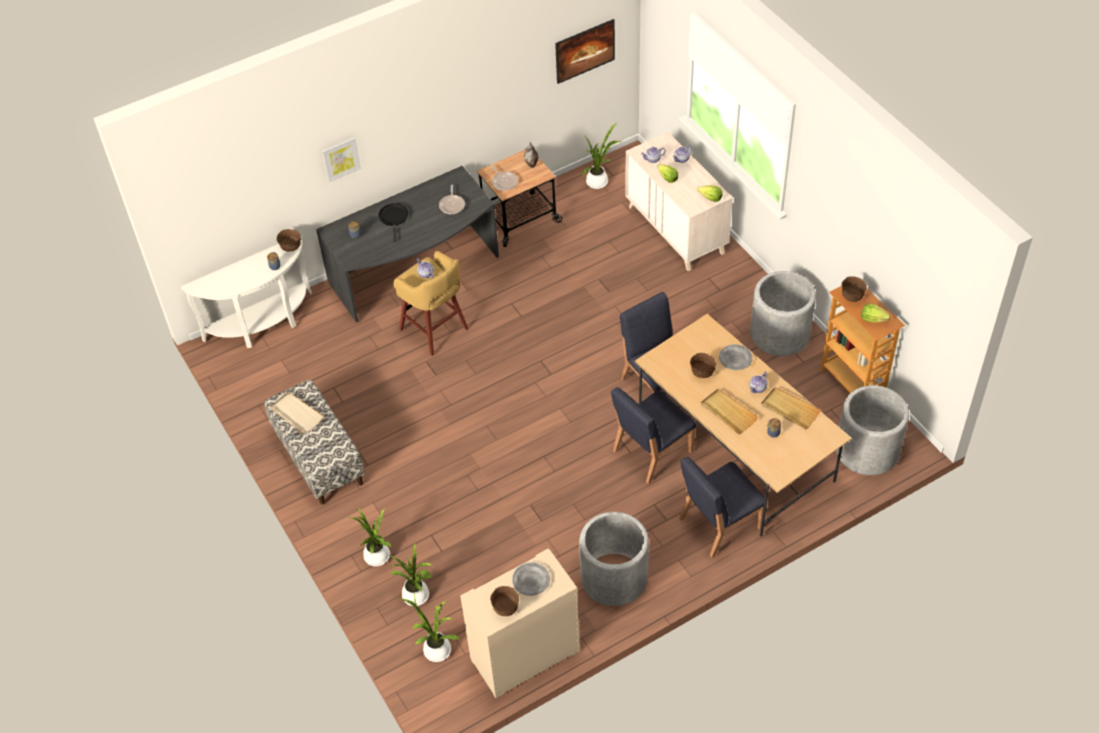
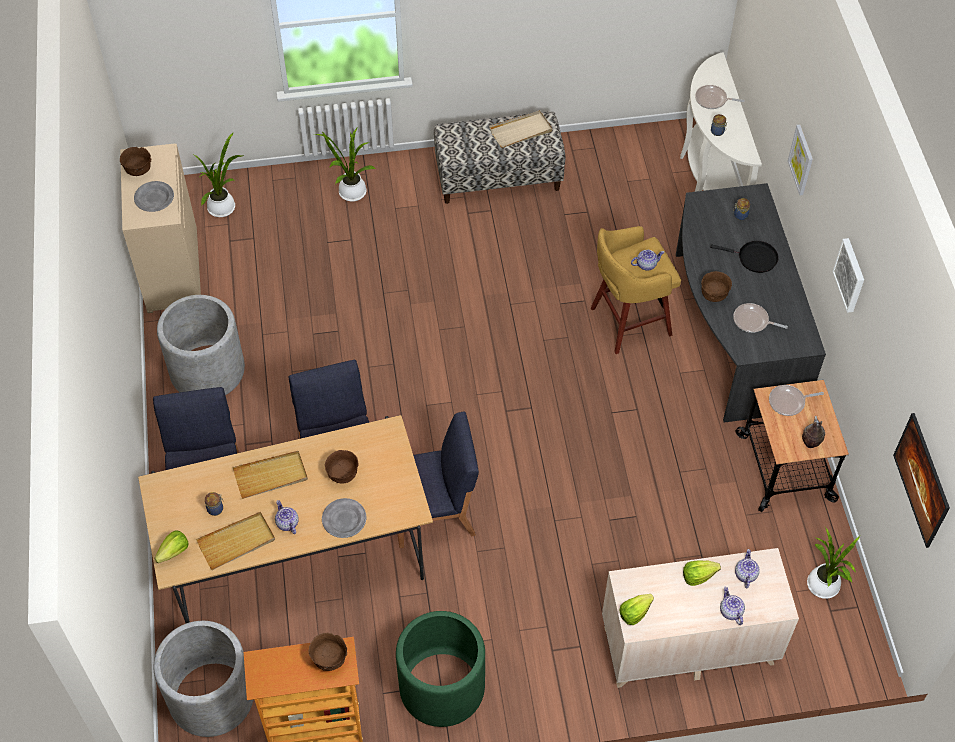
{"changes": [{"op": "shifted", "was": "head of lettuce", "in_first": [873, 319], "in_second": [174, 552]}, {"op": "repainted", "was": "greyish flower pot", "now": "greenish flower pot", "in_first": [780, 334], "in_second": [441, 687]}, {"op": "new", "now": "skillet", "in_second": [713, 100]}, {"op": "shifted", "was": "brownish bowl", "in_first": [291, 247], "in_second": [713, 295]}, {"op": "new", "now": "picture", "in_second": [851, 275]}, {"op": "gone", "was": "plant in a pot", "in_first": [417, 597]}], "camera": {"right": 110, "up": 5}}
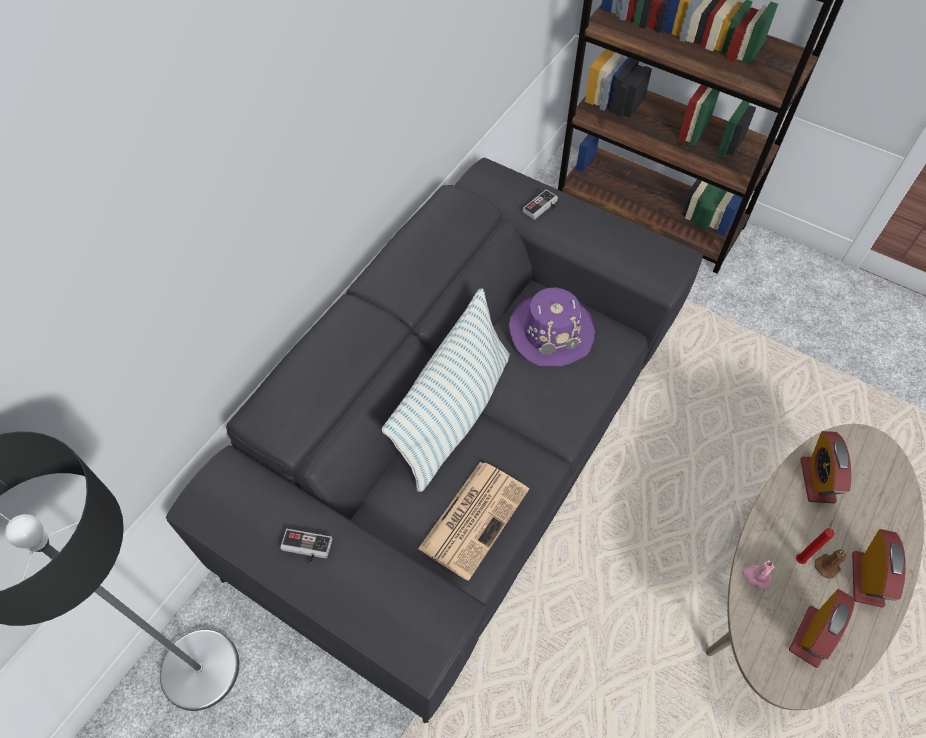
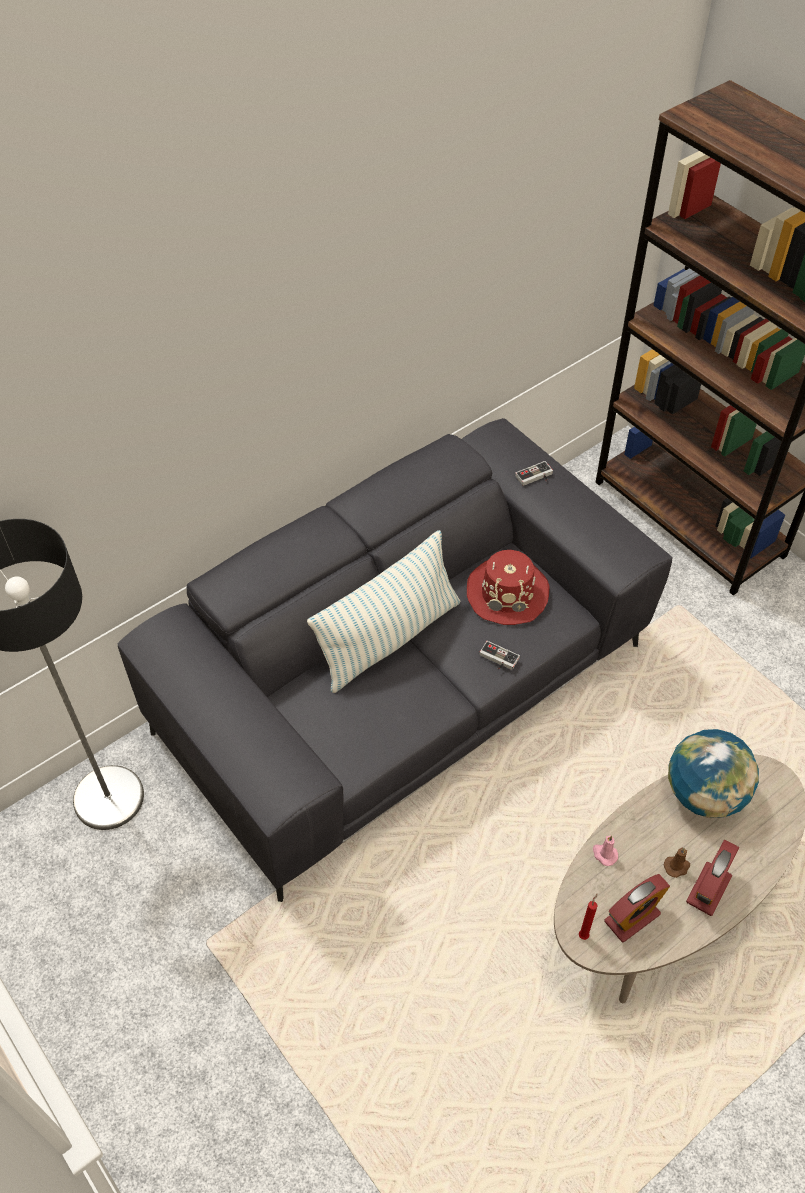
{"changes": [{"op": "repainted", "was": "purplish clothing hat", "now": "reddish clothing hat", "in_first": [551, 331], "in_second": [507, 592]}, {"op": "shifted", "was": "joypad", "in_first": [305, 549], "in_second": [497, 659]}, {"op": "shifted", "was": "reddish wax light", "in_first": [799, 558], "in_second": [584, 934]}, {"op": "swapped", "was": "table clock", "now": "globe", "in_first": [817, 480], "in_second": [704, 794]}, {"op": "gone", "was": "newspaper", "in_first": [474, 517]}], "camera": {"right": 20, "up": -5}}
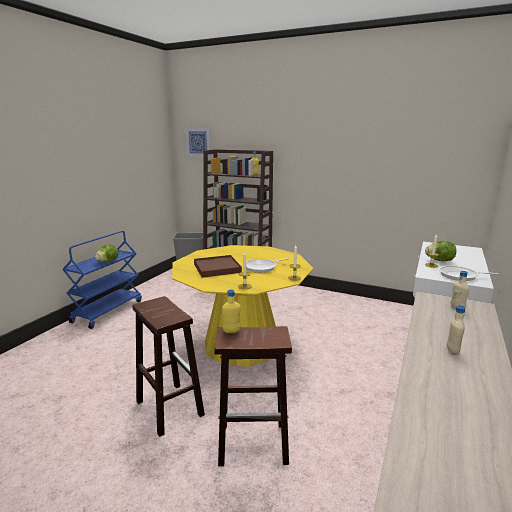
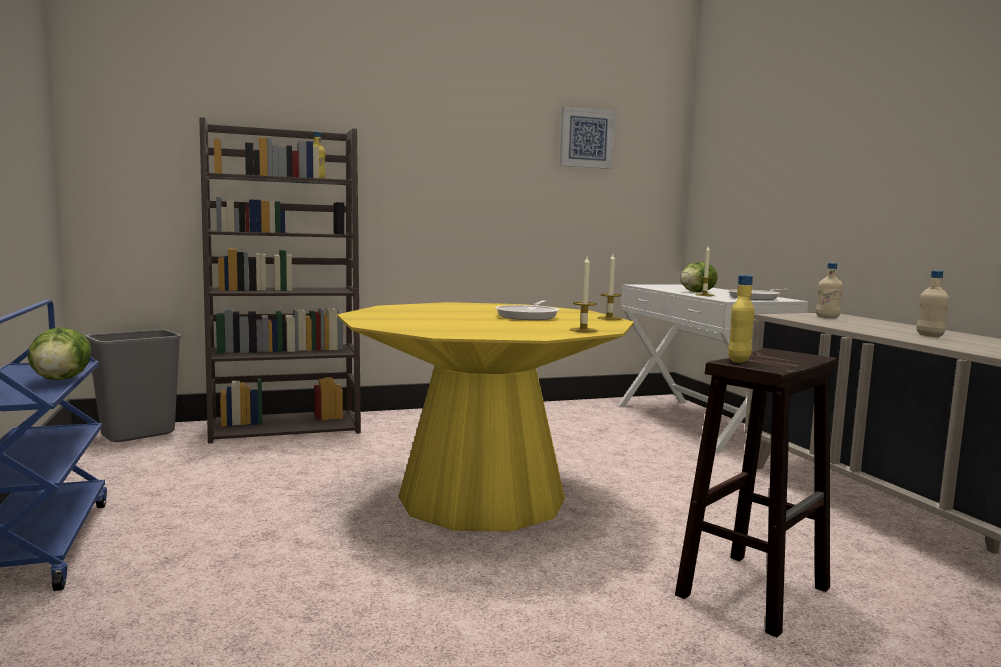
{"changes": [{"op": "shifted", "was": "picture", "in_first": [198, 142], "in_second": [586, 138]}, {"op": "gone", "was": "brownish stool", "in_first": [169, 407]}, {"op": "gone", "was": "brownish carrying tray", "in_first": [217, 268]}], "camera": {"right": -45, "up": -10}}
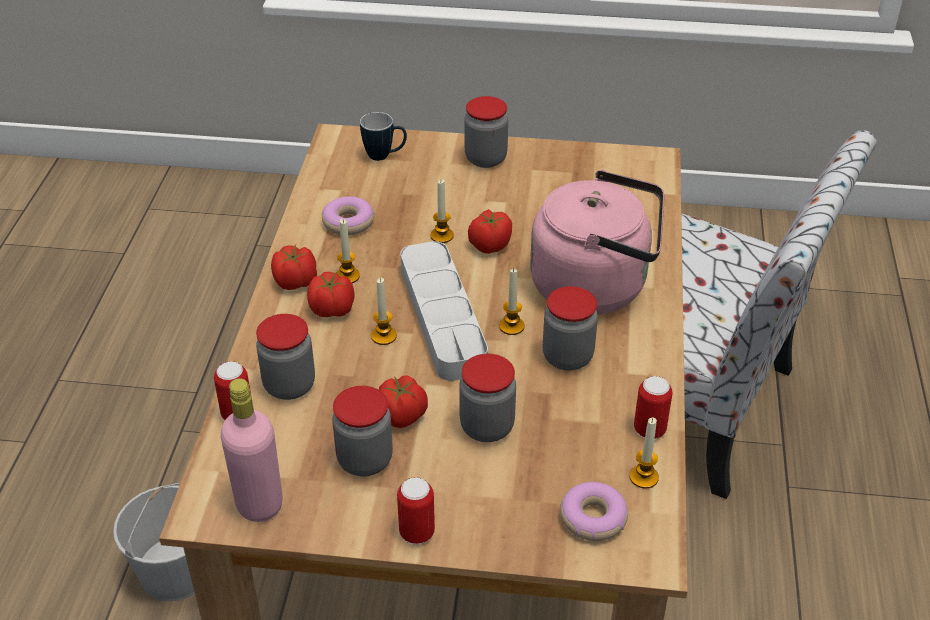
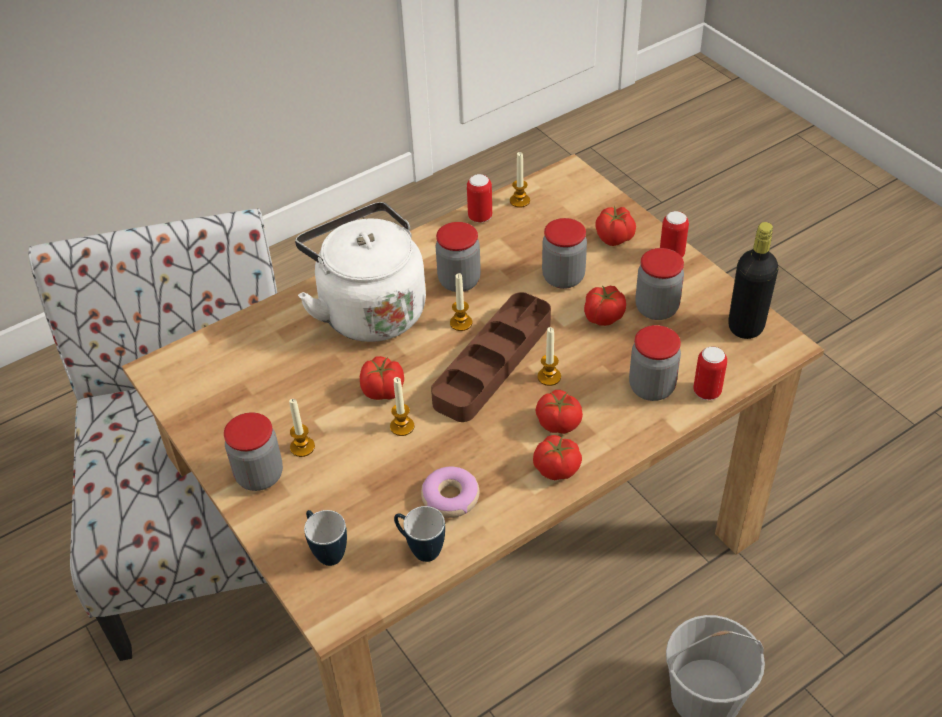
{"changes": [{"op": "shifted", "was": "wax light", "in_first": [347, 276], "in_second": [302, 447]}, {"op": "repainted", "was": "pink-coloured water kettle", "now": "white-coloured water kettle", "in_first": [596, 286], "in_second": [369, 309]}, {"op": "new", "now": "coffee mug", "in_second": [420, 549]}, {"op": "repainted", "was": "greyish carrying tray", "now": "brownish carrying tray", "in_first": [442, 316], "in_second": [493, 362]}, {"op": "new", "now": "fresh tomato", "in_second": [615, 238]}, {"op": "repainted", "was": "pink-coloured bottle", "now": "black-coloured bottle", "in_first": [259, 504], "in_second": [745, 326]}, {"op": "gone", "was": "ring doughnut", "in_first": [593, 518]}], "camera": {"right": -130, "up": 5}}
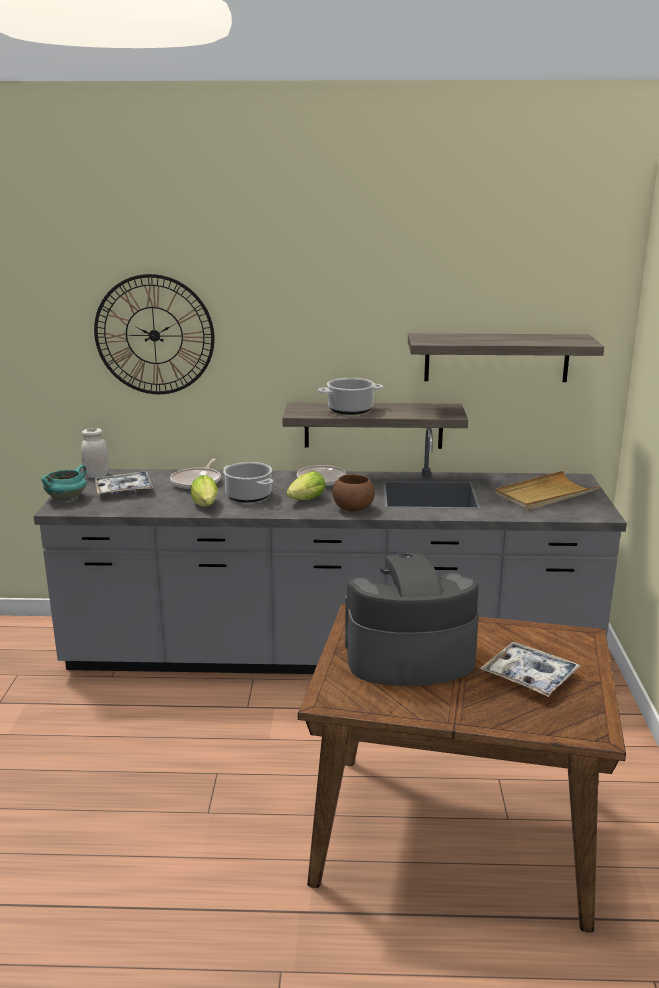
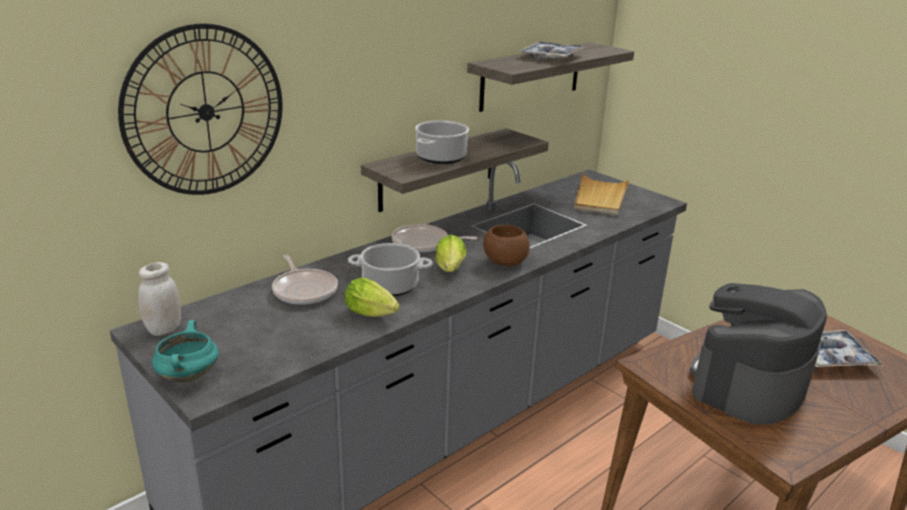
{"changes": [{"op": "shifted", "was": "carrying tray", "in_first": [124, 489], "in_second": [551, 57]}], "camera": {"right": -45, "up": 5}}
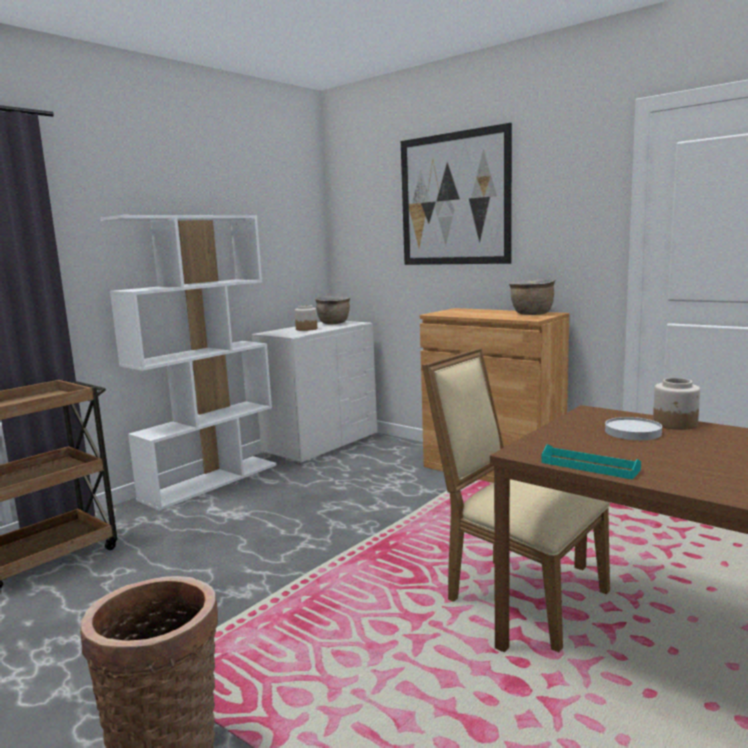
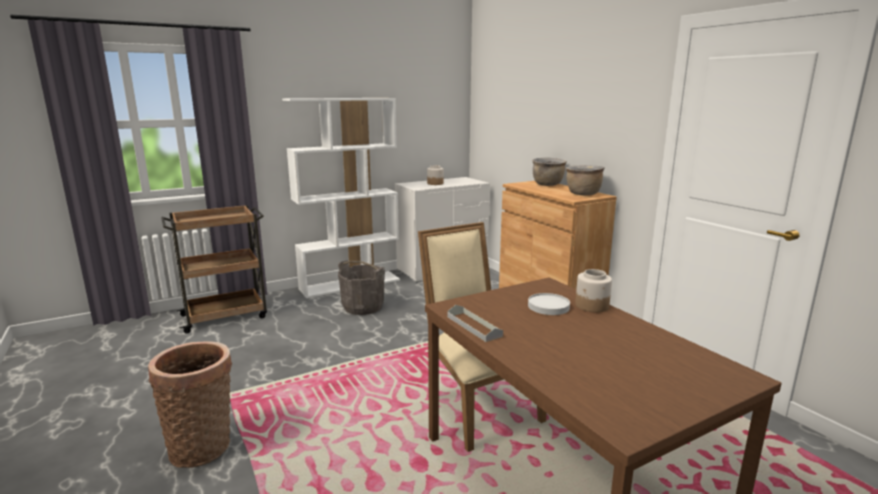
{"changes": [{"op": "new", "now": "greyish water bucket", "in_second": [363, 307]}, {"op": "repainted", "was": "turquoise carrying tray", "now": "greyish carrying tray", "in_first": [589, 466], "in_second": [474, 326]}, {"op": "shifted", "was": "brownish stockpot", "in_first": [334, 323], "in_second": [548, 185]}, {"op": "gone", "was": "picture", "in_first": [454, 199]}], "camera": {"right": 20, "up": 5}}
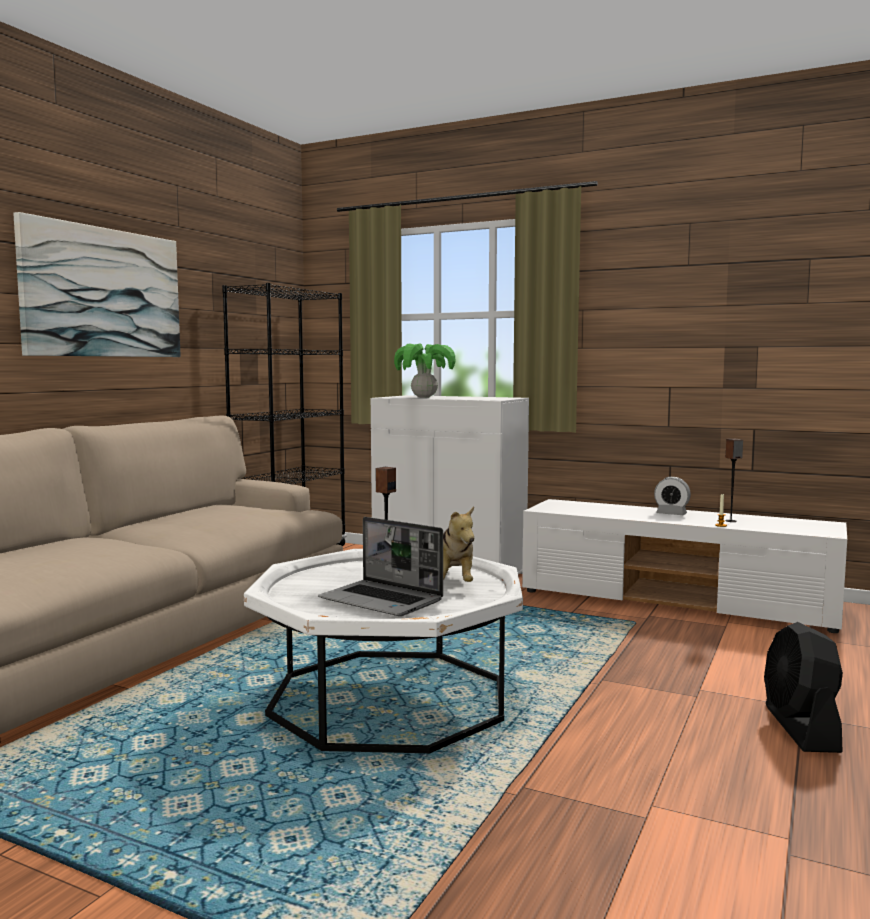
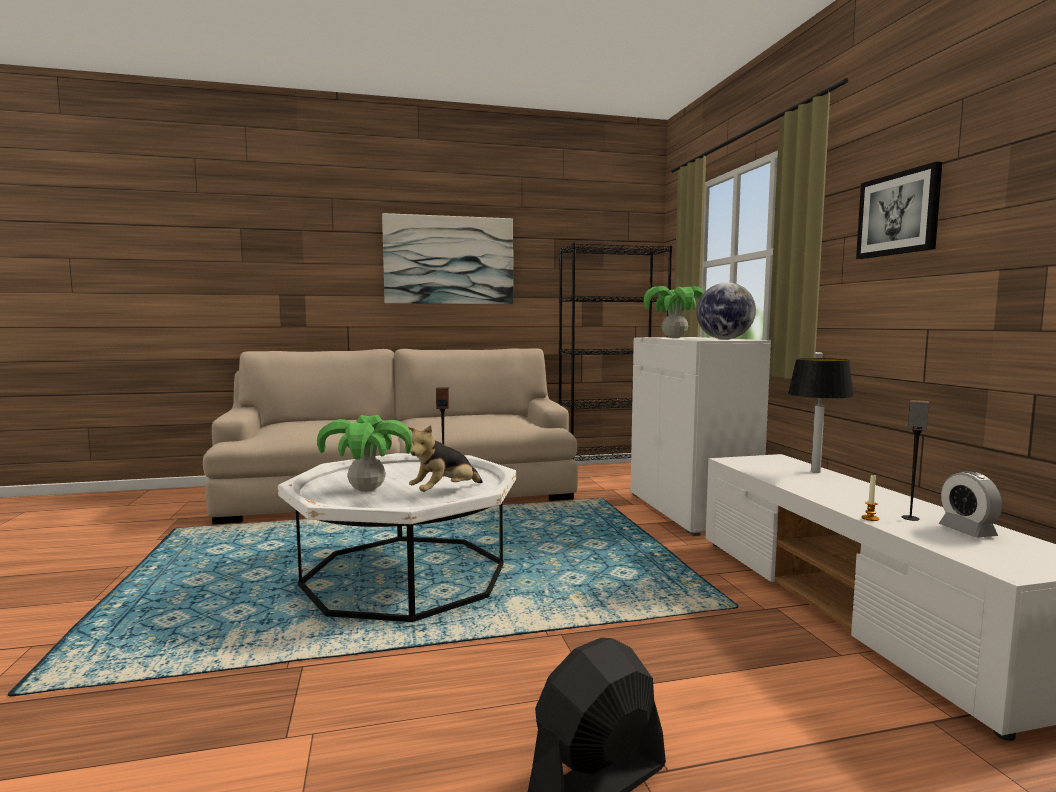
{"changes": [{"op": "swapped", "was": "portable computer", "now": "plant in a pot", "in_first": [383, 600], "in_second": [367, 490]}, {"op": "new", "now": "globe", "in_second": [724, 339]}, {"op": "new", "now": "lamp for a table", "in_second": [815, 471]}, {"op": "new", "now": "picture", "in_second": [898, 214]}, {"op": "shifted", "was": "table clock", "in_first": [671, 514], "in_second": [967, 531]}], "camera": {"right": 50, "up": 0}}
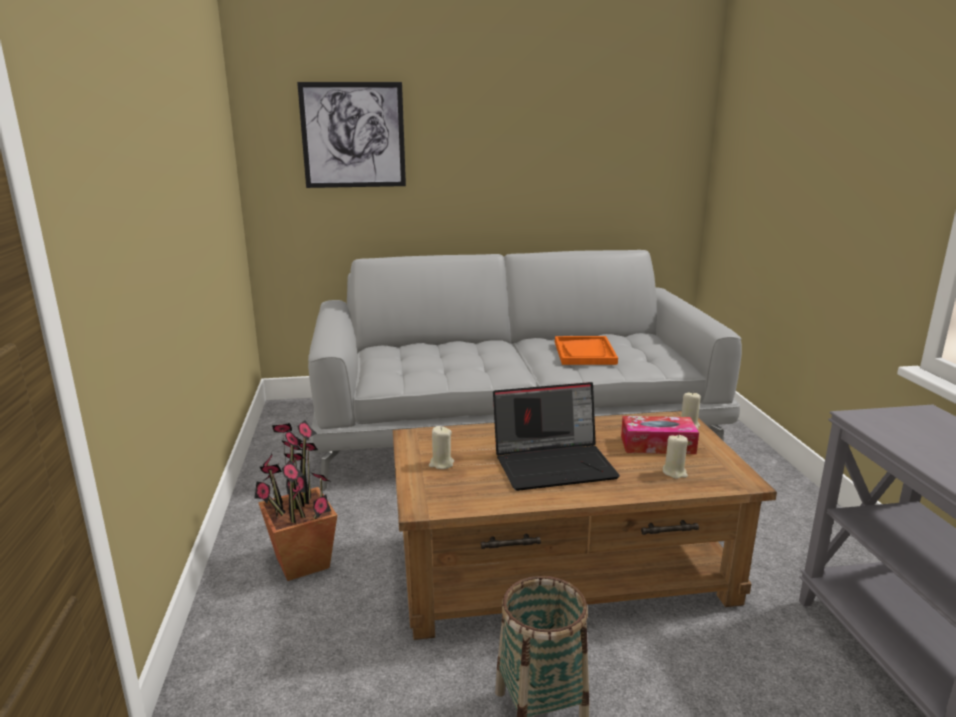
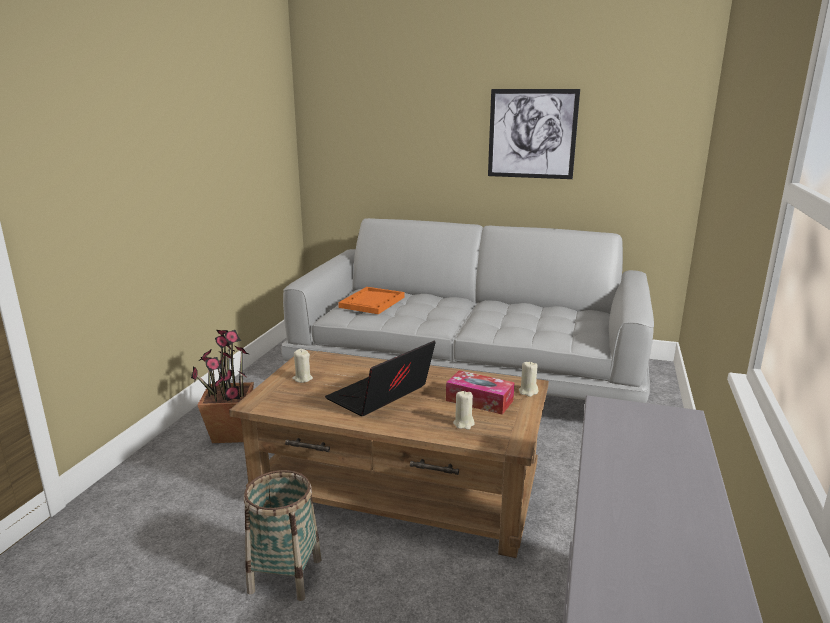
{"changes": [{"op": "rotated", "was": "portable computer", "in_first": [555, 464], "in_second": [380, 396], "clockwise": 120}, {"op": "shifted", "was": "orange-coloured carrying tray", "in_first": [585, 353], "in_second": [372, 302]}, {"op": "shifted", "was": "picture", "in_first": [353, 135], "in_second": [532, 134]}], "camera": {"right": 25, "up": 0}}
